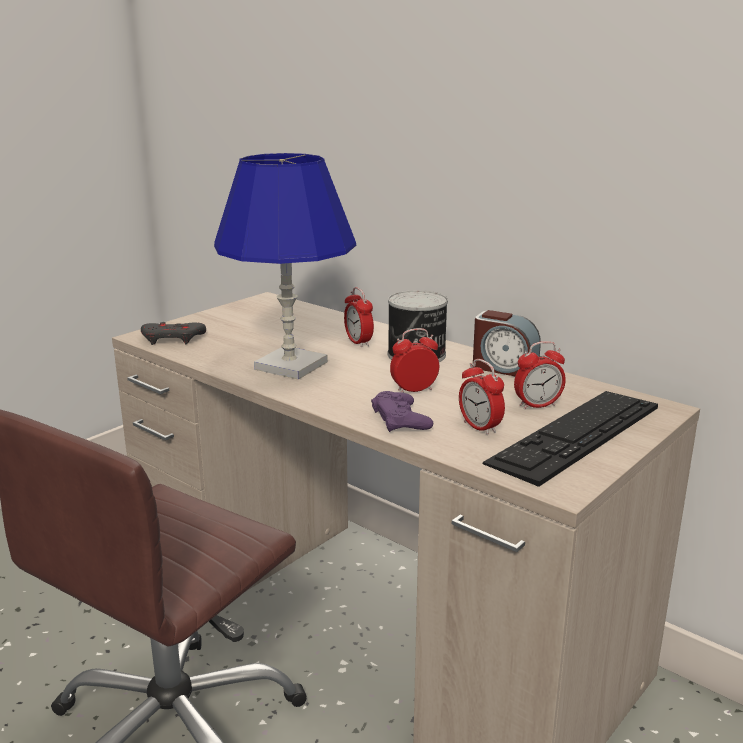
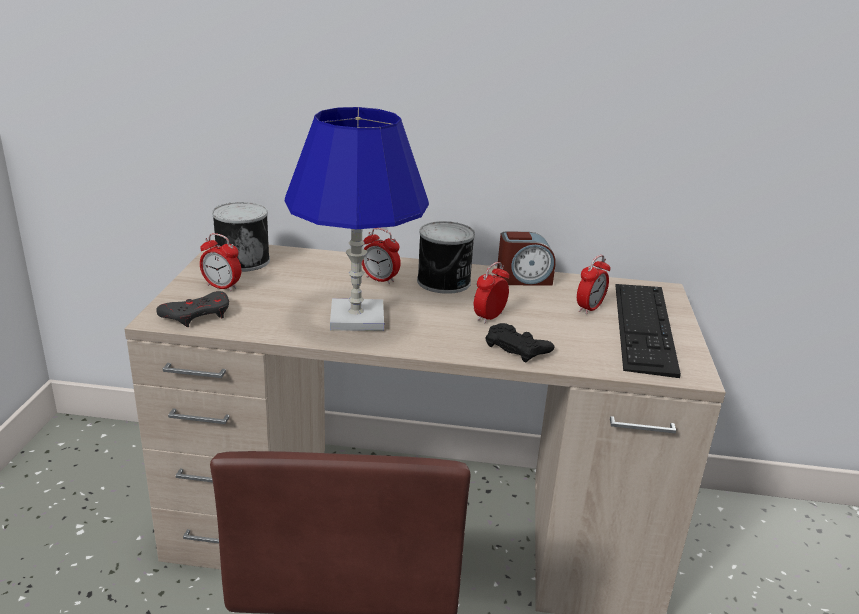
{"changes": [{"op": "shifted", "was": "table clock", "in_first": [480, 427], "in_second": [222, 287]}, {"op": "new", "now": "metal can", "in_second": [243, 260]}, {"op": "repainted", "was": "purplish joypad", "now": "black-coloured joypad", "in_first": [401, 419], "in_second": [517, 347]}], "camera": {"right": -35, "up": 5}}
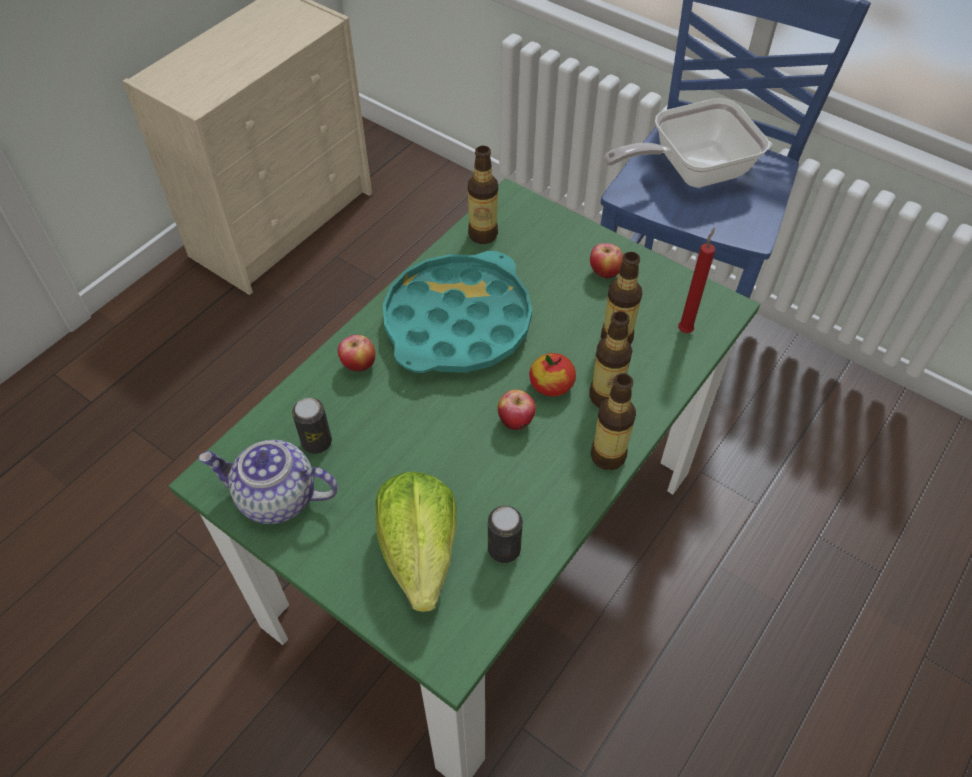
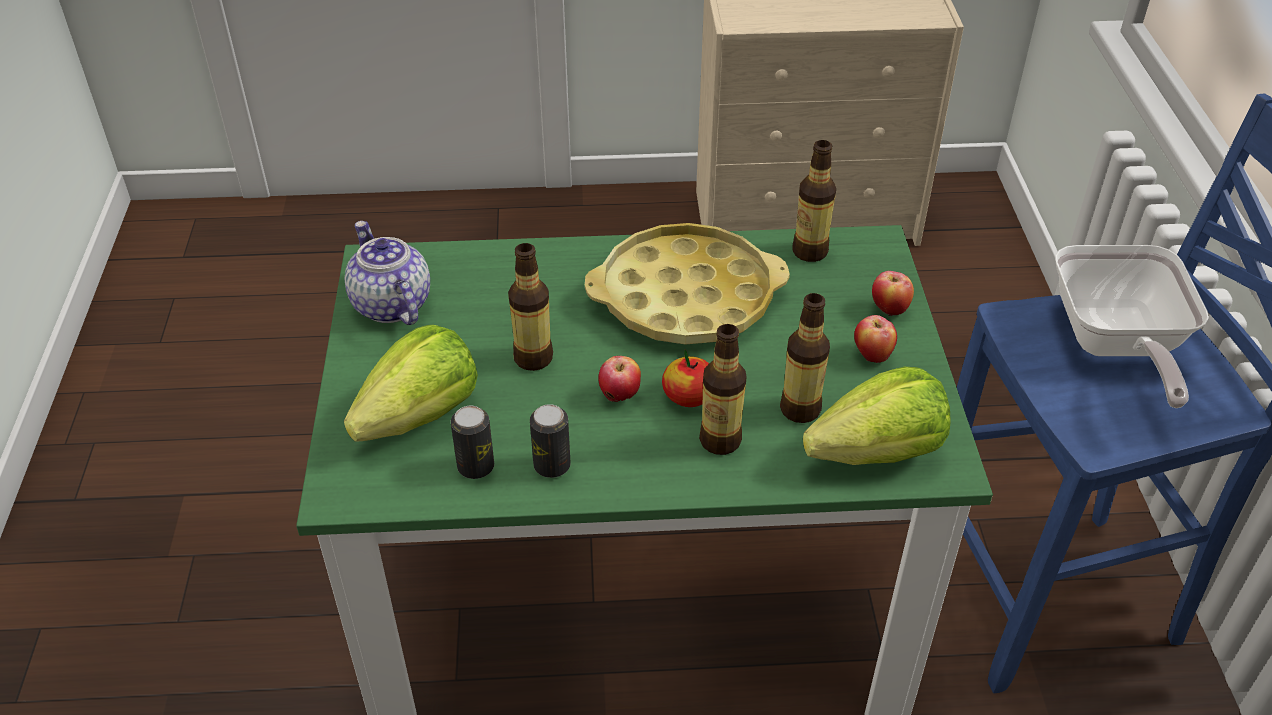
{"changes": [{"op": "shifted", "was": "bottle", "in_first": [607, 456], "in_second": [533, 358]}, {"op": "shifted", "was": "metal can", "in_first": [317, 442], "in_second": [552, 465]}, {"op": "repainted", "was": "turquoise carrying tray", "now": "yellowish carrying tray", "in_first": [457, 322], "in_second": [686, 296]}, {"op": "swapped", "was": "reddish wax light", "now": "head of lettuce", "in_first": [685, 329], "in_second": [878, 453]}, {"op": "shifted", "was": "apple fruit", "in_first": [359, 366], "in_second": [889, 310]}, {"op": "rotated", "was": "skillet", "in_first": [690, 171], "in_second": [1115, 346], "clockwise": -120}], "camera": {"right": 50, "up": -10}}
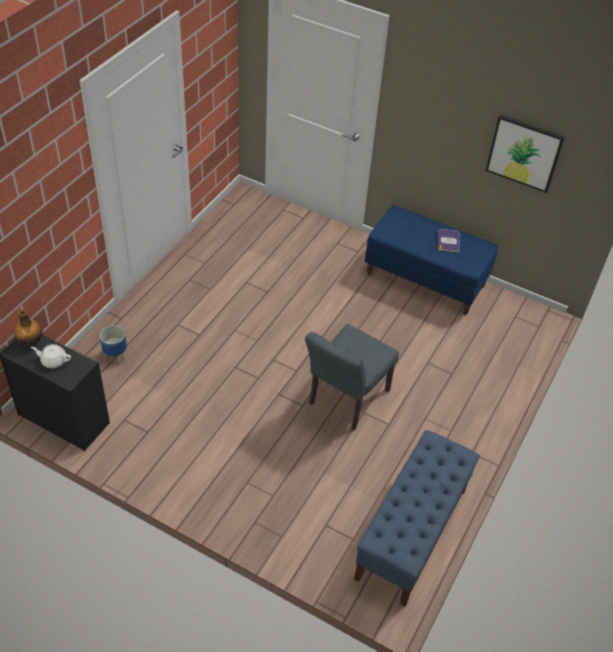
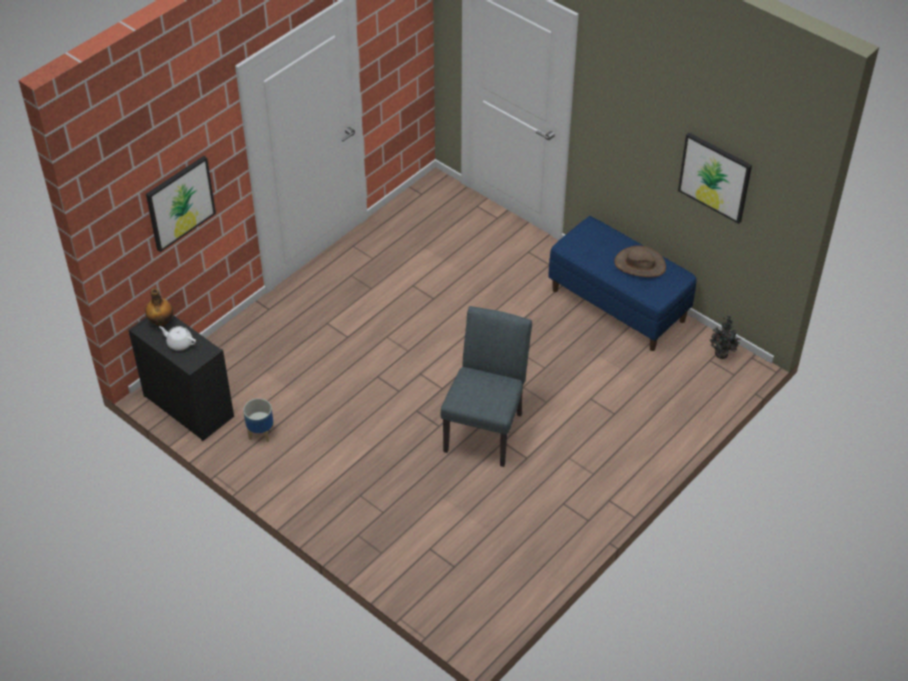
{"changes": [{"op": "new", "now": "picture", "in_second": [180, 203]}, {"op": "shifted", "was": "flower pot", "in_first": [116, 356], "in_second": [261, 432]}, {"op": "rotated", "was": "greyish plain chair", "in_first": [345, 401], "in_second": [486, 427], "clockwise": 150}, {"op": "swapped", "was": "bound book", "now": "brownish clothing hat", "in_first": [448, 241], "in_second": [640, 264]}, {"op": "new", "now": "plant in a pot", "in_second": [721, 355]}, {"op": "gone", "was": "blue-coloured indoor bench", "in_first": [411, 534]}], "camera": {"right": 15, "up": 0}}
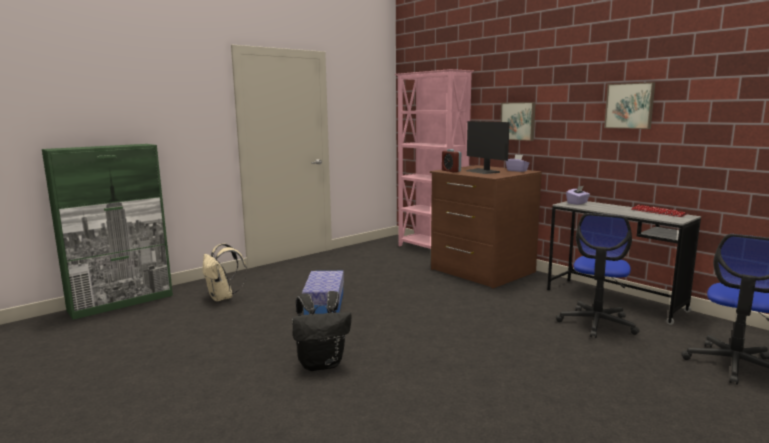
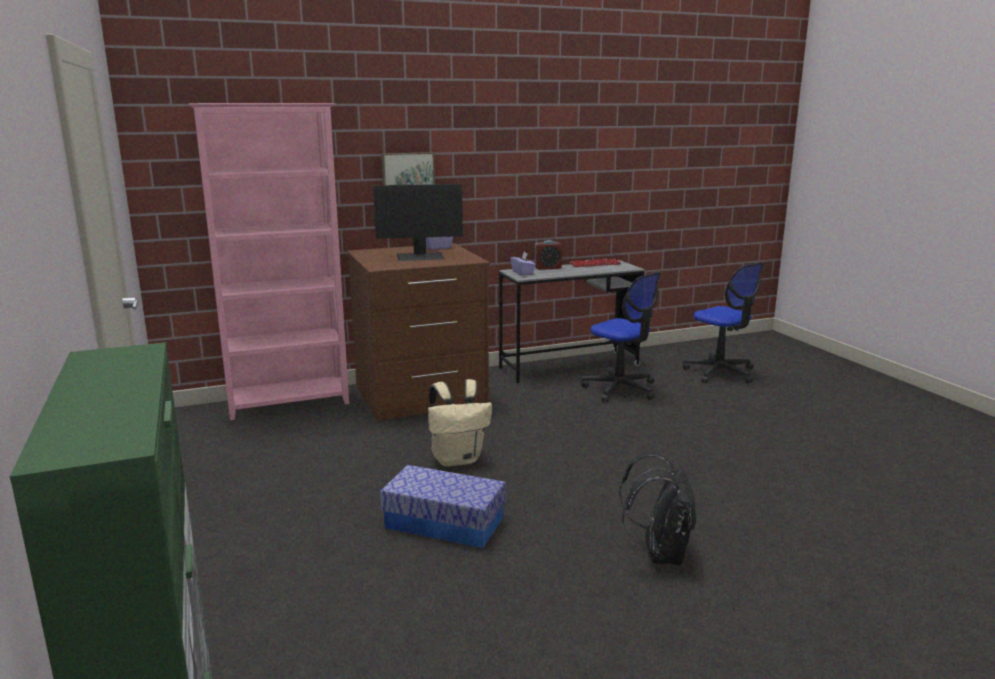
{"changes": [{"op": "shifted", "was": "beige-coloured backpack", "in_first": [223, 297], "in_second": [458, 459]}, {"op": "shifted", "was": "table clock", "in_first": [451, 171], "in_second": [548, 268]}, {"op": "gone", "was": "picture", "in_first": [630, 106]}], "camera": {"right": -70, "up": 5}}
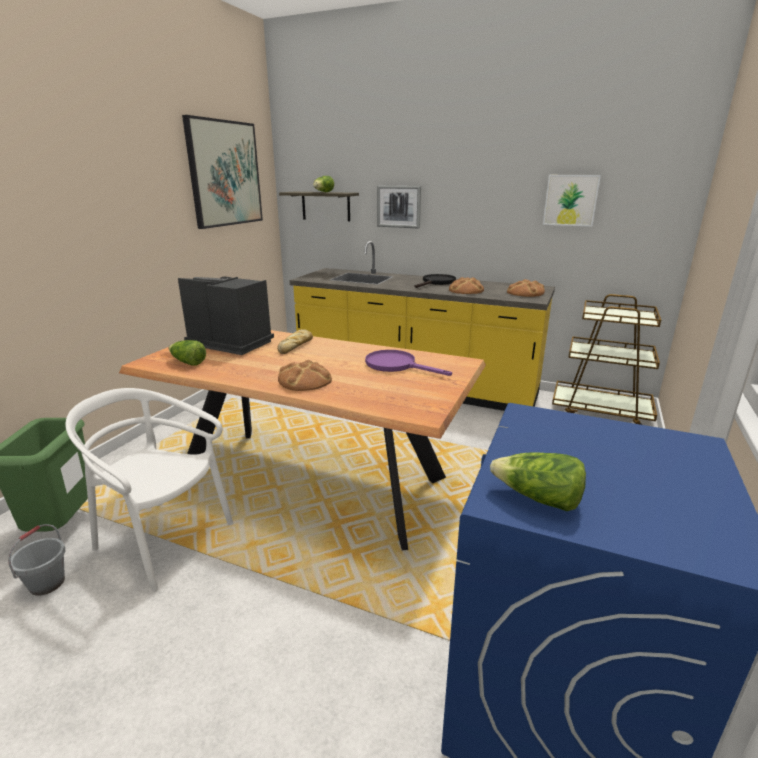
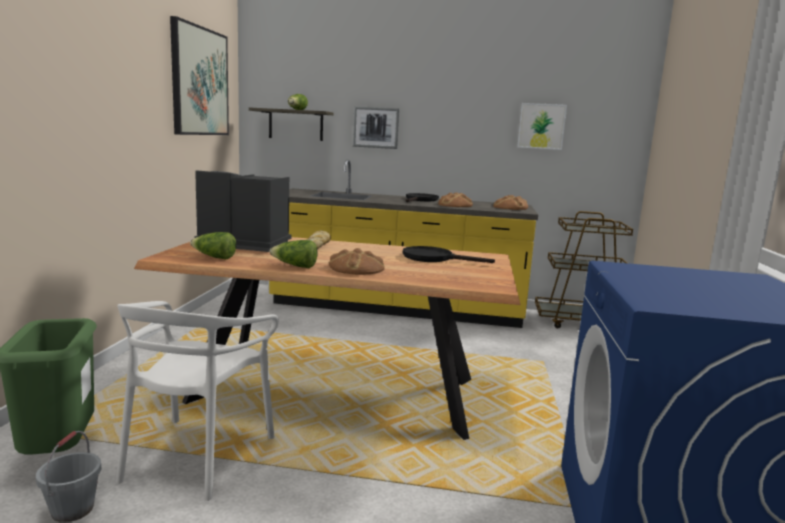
{"changes": [{"op": "rotated", "was": "white-coloured plain chair", "in_first": [163, 540], "in_second": [197, 456], "clockwise": -90}, {"op": "shifted", "was": "head of lettuce", "in_first": [538, 499], "in_second": [295, 266]}, {"op": "repainted", "was": "purplish skillet", "now": "black-coloured skillet", "in_first": [397, 365], "in_second": [434, 258]}], "camera": {"right": -15, "up": -10}}
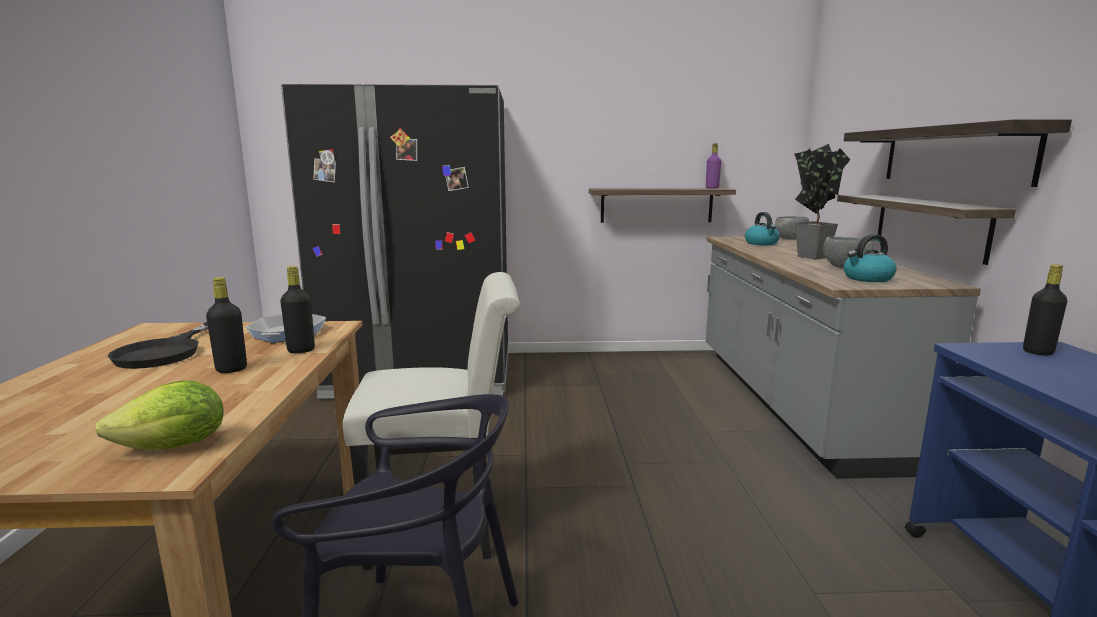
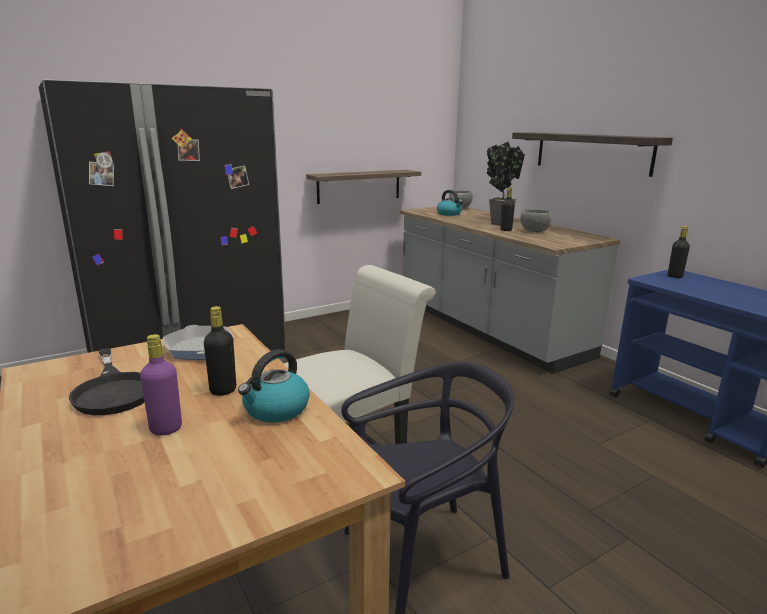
{"changes": [{"op": "shifted", "was": "purplish bottle", "in_first": [712, 188], "in_second": [166, 429]}, {"op": "shifted", "was": "water kettle", "in_first": [867, 278], "in_second": [276, 410]}, {"op": "shifted", "was": "black-coloured bottle", "in_first": [301, 350], "in_second": [506, 230]}, {"op": "gone", "was": "head of lettuce", "in_first": [175, 447]}, {"op": "gone", "was": "bracket shelf", "in_first": [929, 226]}], "camera": {"right": -30, "up": 5}}
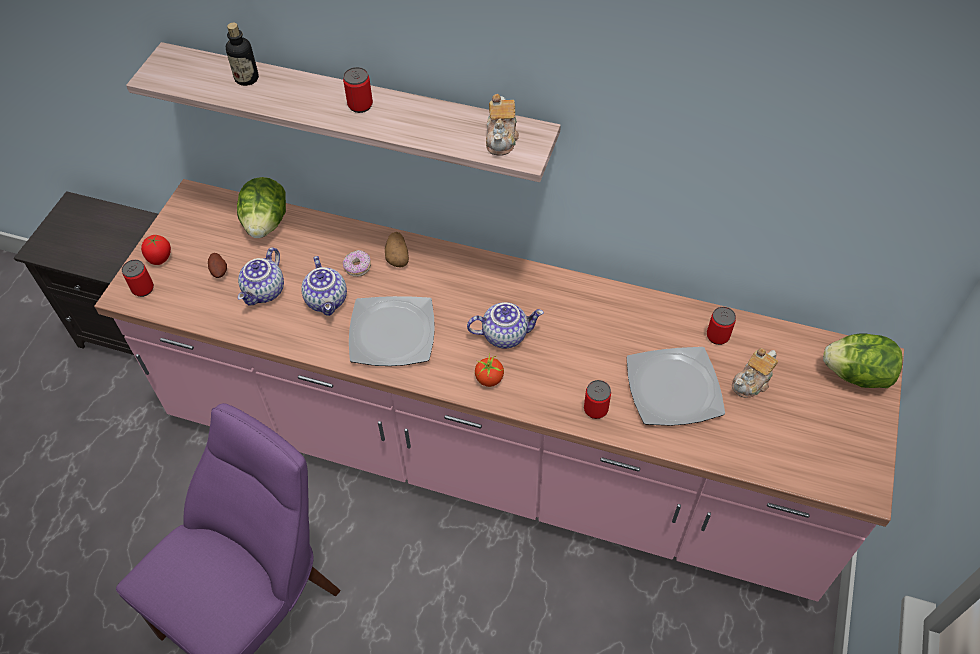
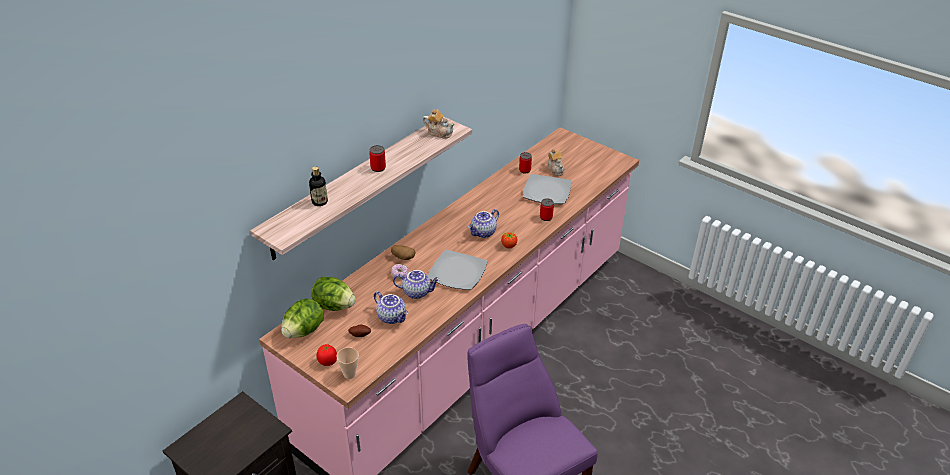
{"changes": [{"op": "shifted", "was": "head of lettuce", "in_first": [857, 375], "in_second": [304, 331]}, {"op": "swapped", "was": "metal can", "now": "small cup", "in_first": [143, 289], "in_second": [349, 374]}, {"op": "rotated", "was": "pot for tea", "in_first": [505, 334], "in_second": [483, 233], "clockwise": -150}], "camera": {"right": -70, "up": -15}}
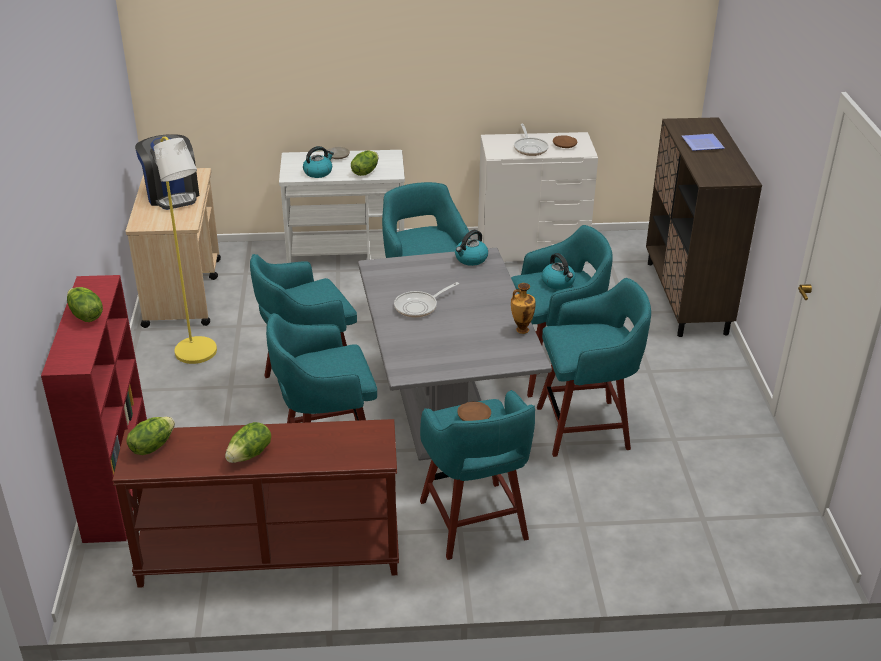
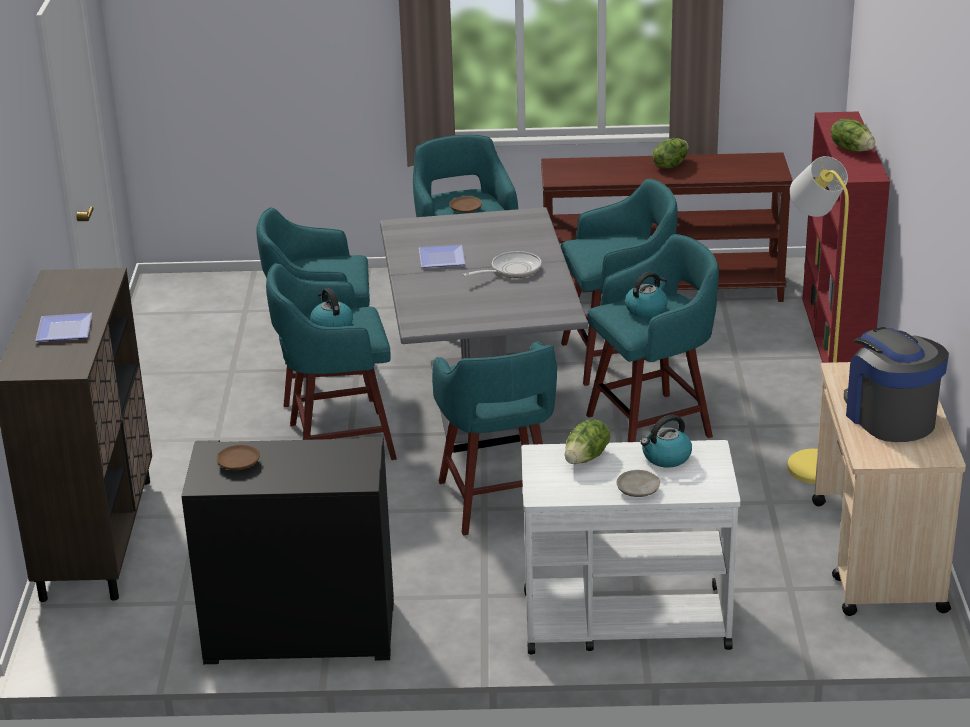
{"changes": [{"op": "repainted", "was": "white-coloured dresser", "now": "black-coloured dresser", "in_first": [532, 248], "in_second": [300, 633]}, {"op": "new", "now": "plate", "in_second": [443, 259]}, {"op": "shifted", "was": "water kettle", "in_first": [471, 259], "in_second": [646, 309]}, {"op": "gone", "was": "head of lettuce", "in_first": [152, 446]}, {"op": "gone", "was": "flower vase", "in_first": [521, 329]}, {"op": "gone", "was": "skillet", "in_first": [530, 148]}], "camera": {"right": -175, "up": -5}}
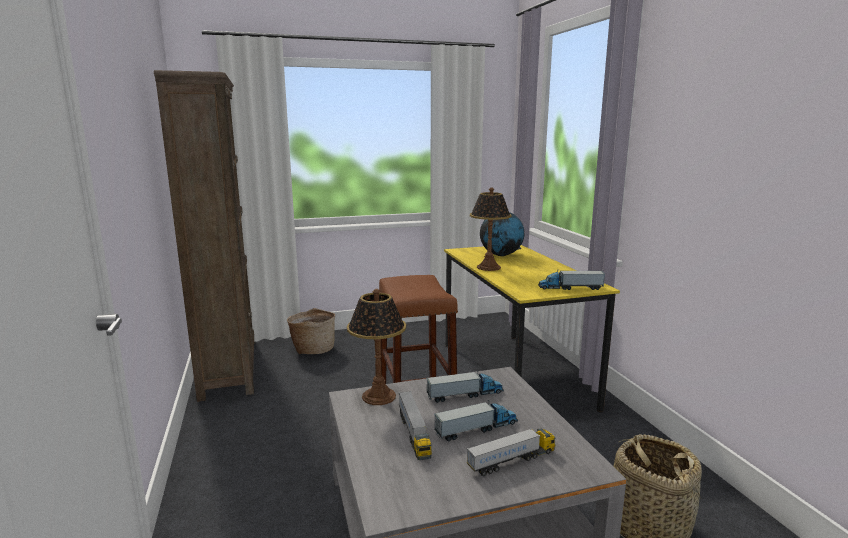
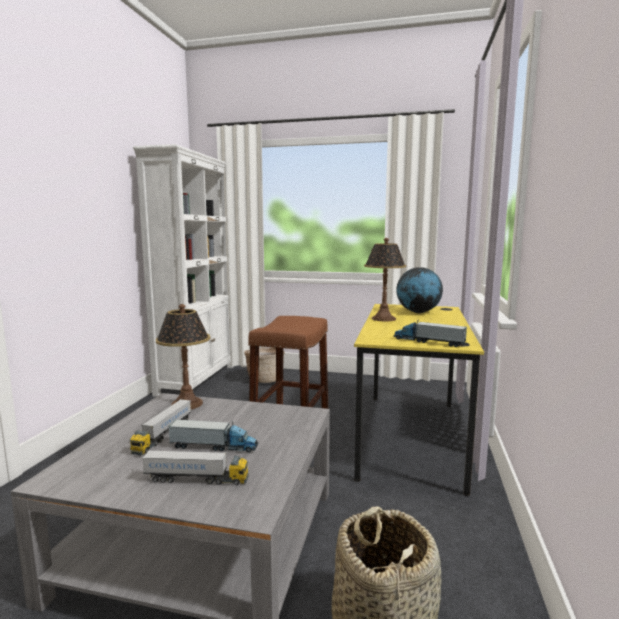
{"changes": [{"op": "repainted", "was": "brownish shelving unit", "now": "white-coloured shelving unit", "in_first": [229, 367], "in_second": [197, 379]}, {"op": "gone", "was": "toy lorry", "in_first": [465, 395]}], "camera": {"right": 30, "up": -5}}
